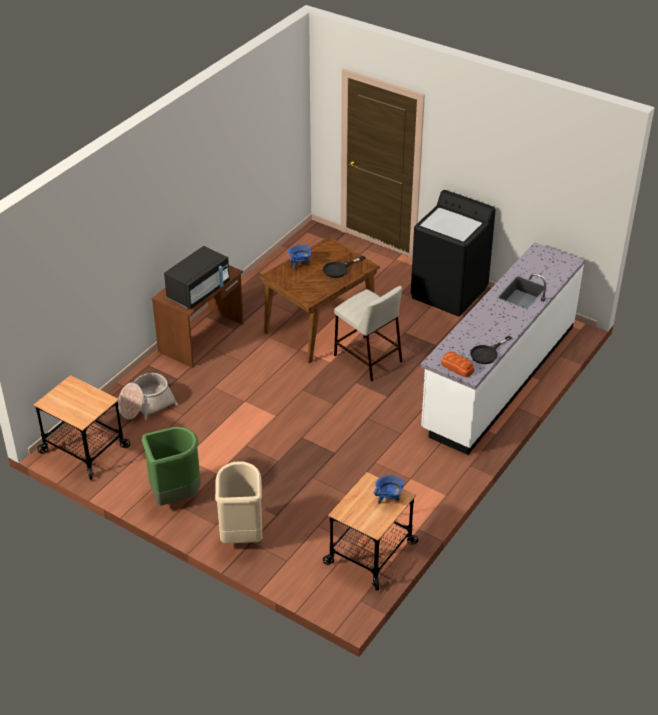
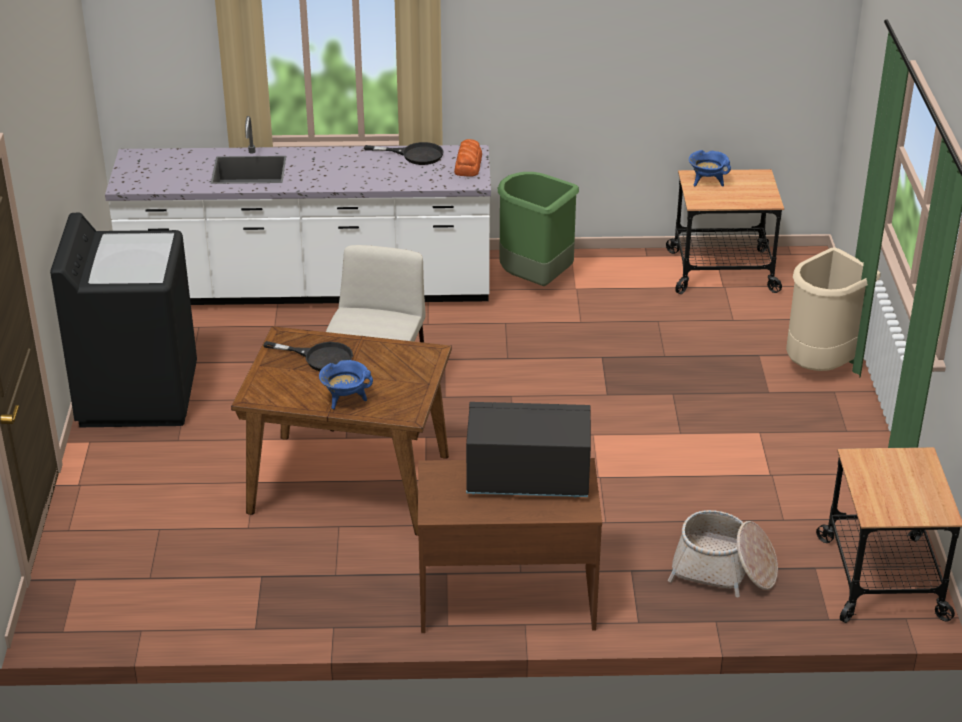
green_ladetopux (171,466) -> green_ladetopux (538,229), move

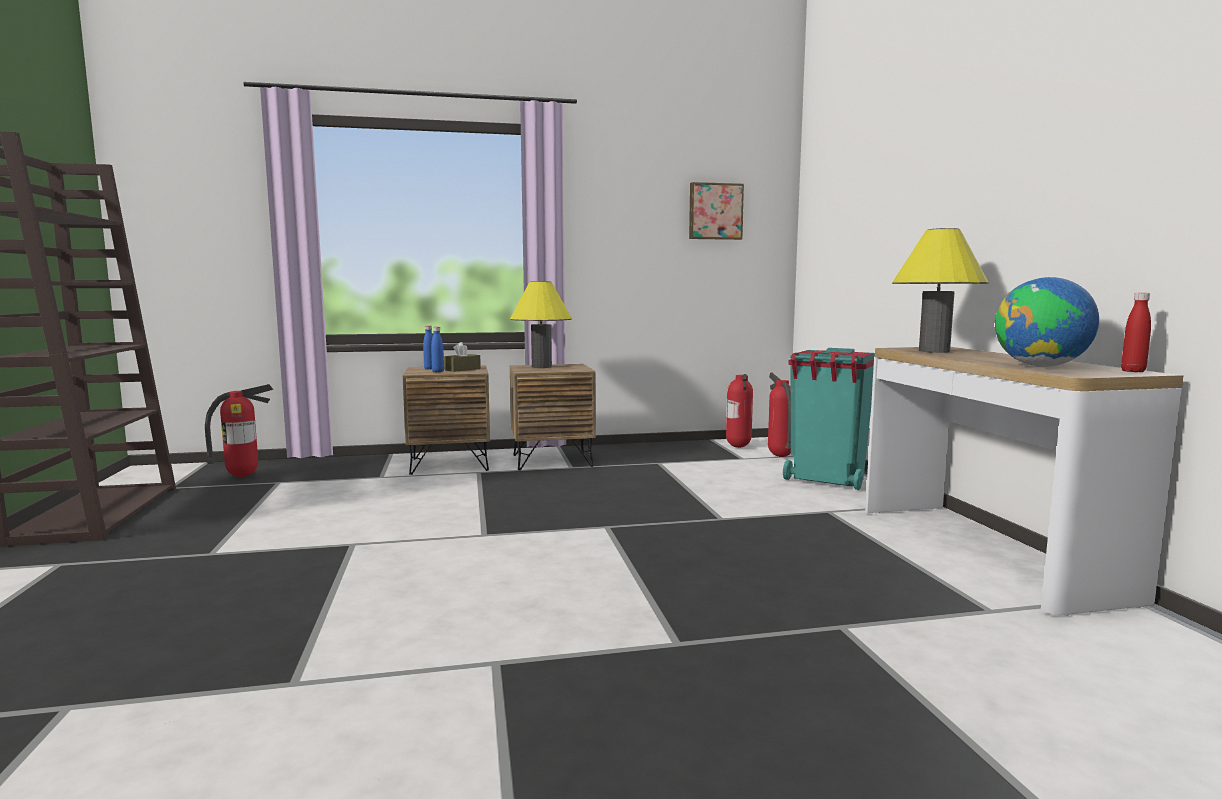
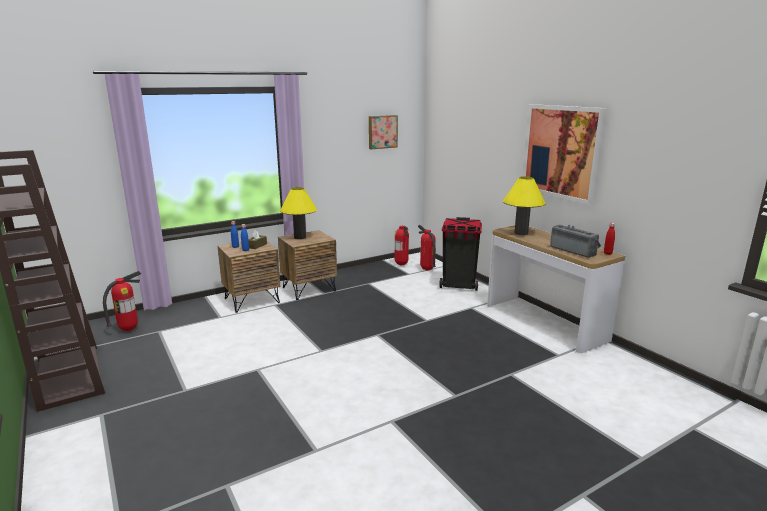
none -> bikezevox (564,154)
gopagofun (1047,322) -> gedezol (575,241)
turquoise_ladetopux (829,419) -> black_ladetopux (460,254)

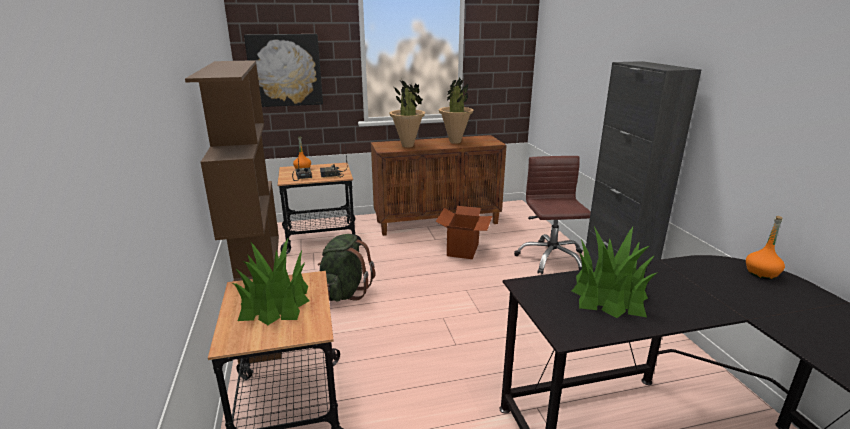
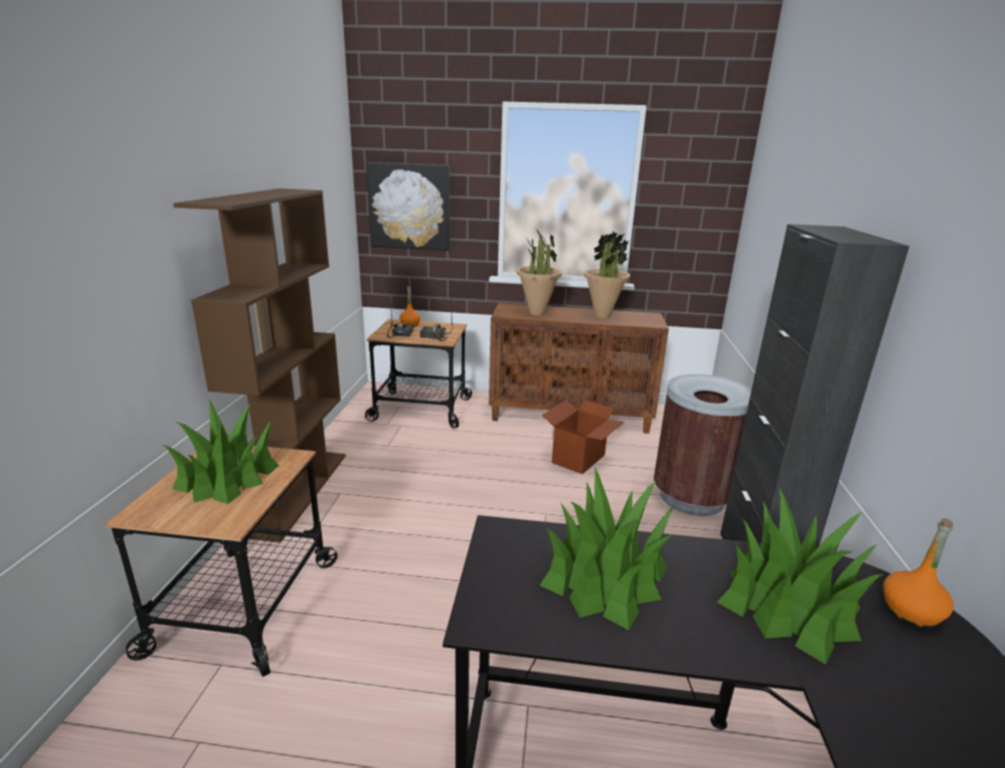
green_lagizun (346,267) -> none
none -> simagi (800,576)
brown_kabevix (552,215) -> brown_ladetopux (703,445)

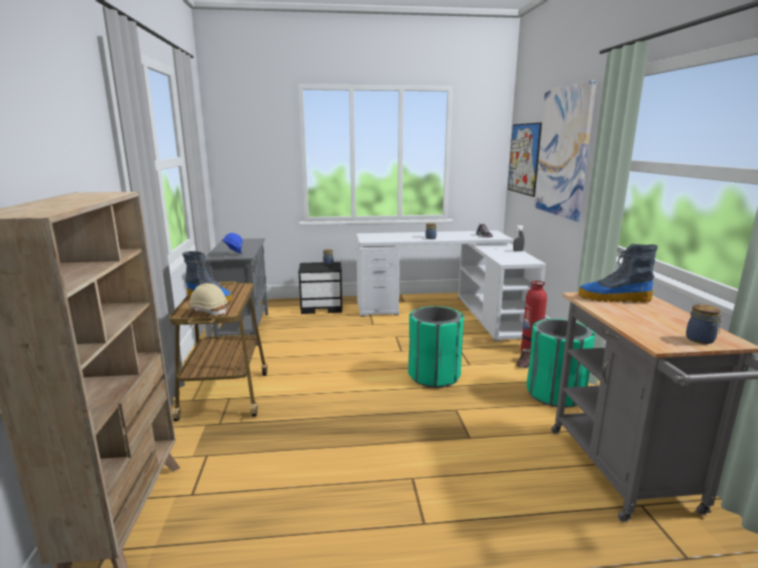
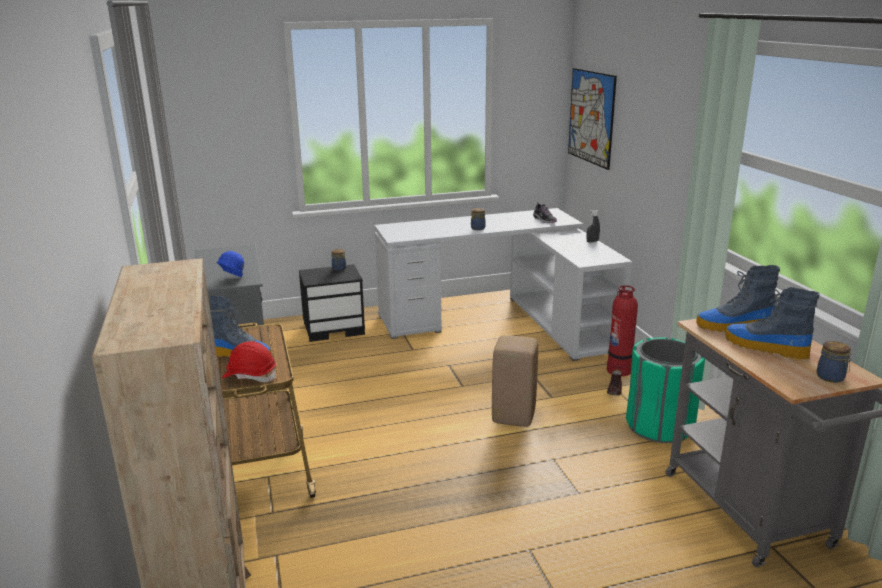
bikezevox (565,150) -> none
none -> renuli (772,323)
green_ladetopux (436,347) -> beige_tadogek (515,381)
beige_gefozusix (207,299) -> red_gefozusix (249,361)

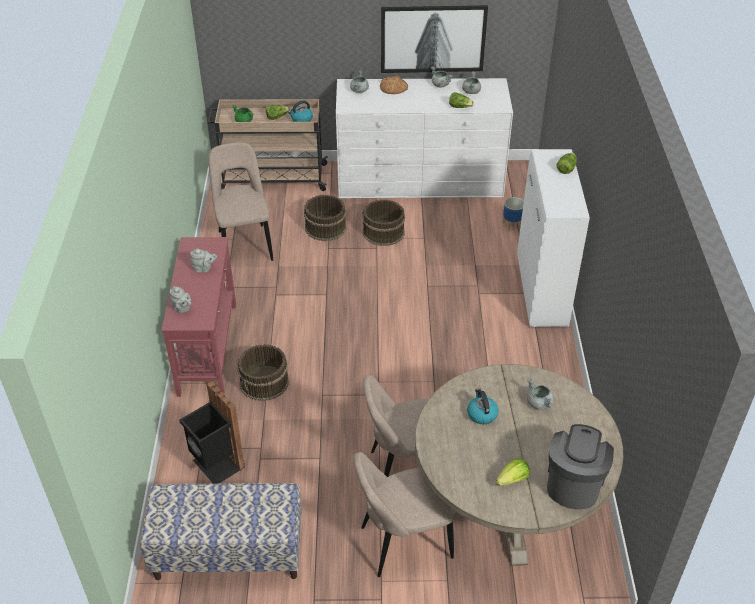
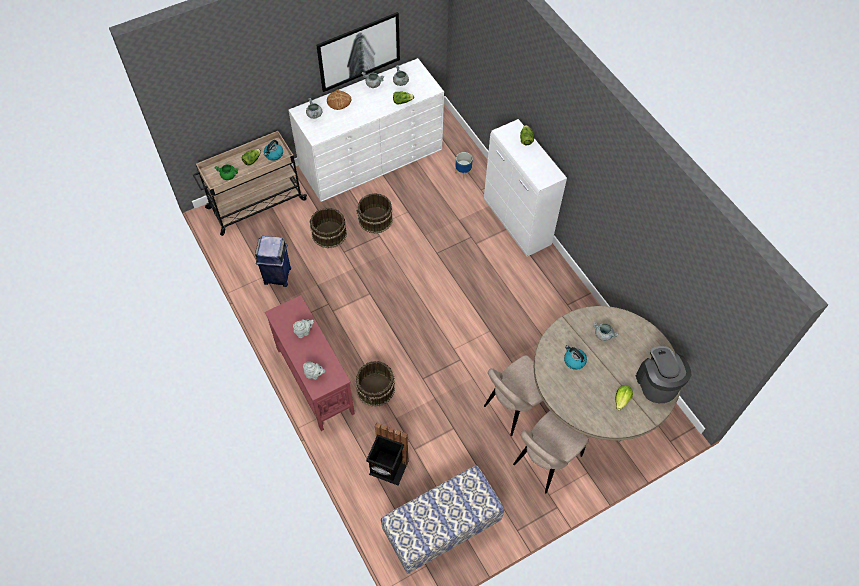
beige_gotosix (240,201) -> blue_ladetopux (273,261)

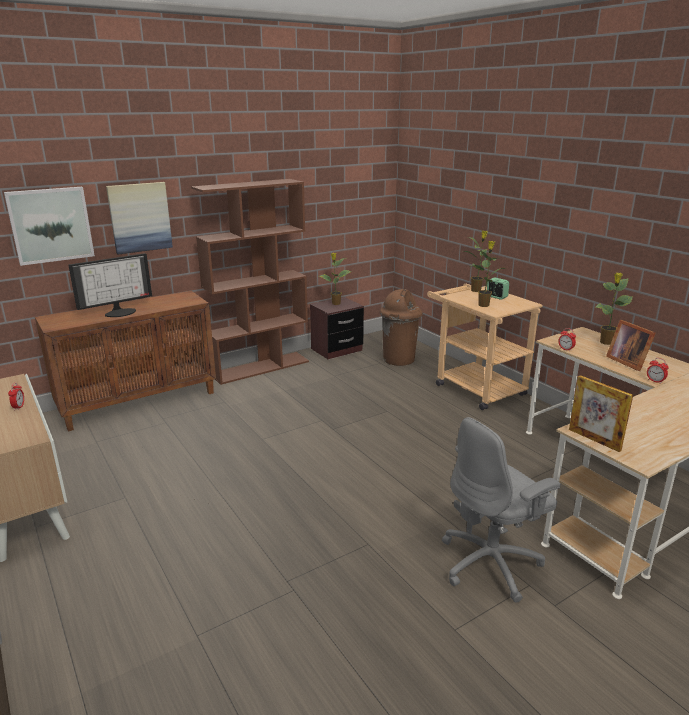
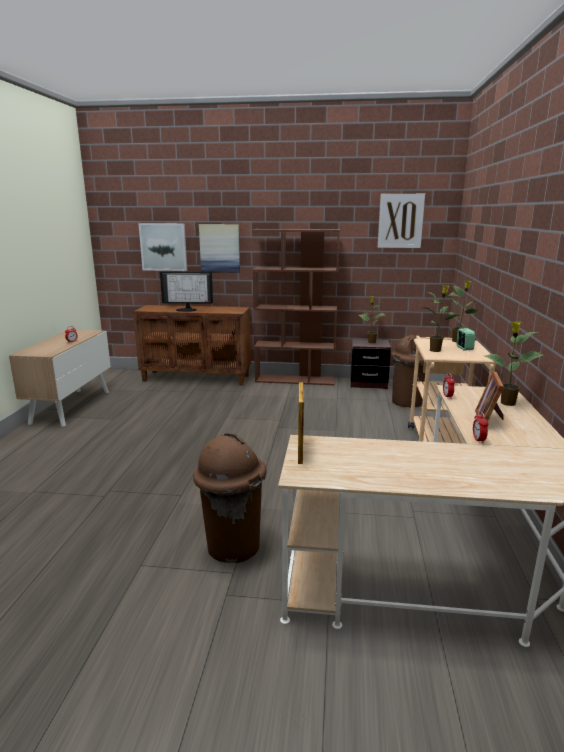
none -> bikezevox (401,221)
grey_kabevix (501,509) -> brown_ladetopux (230,498)

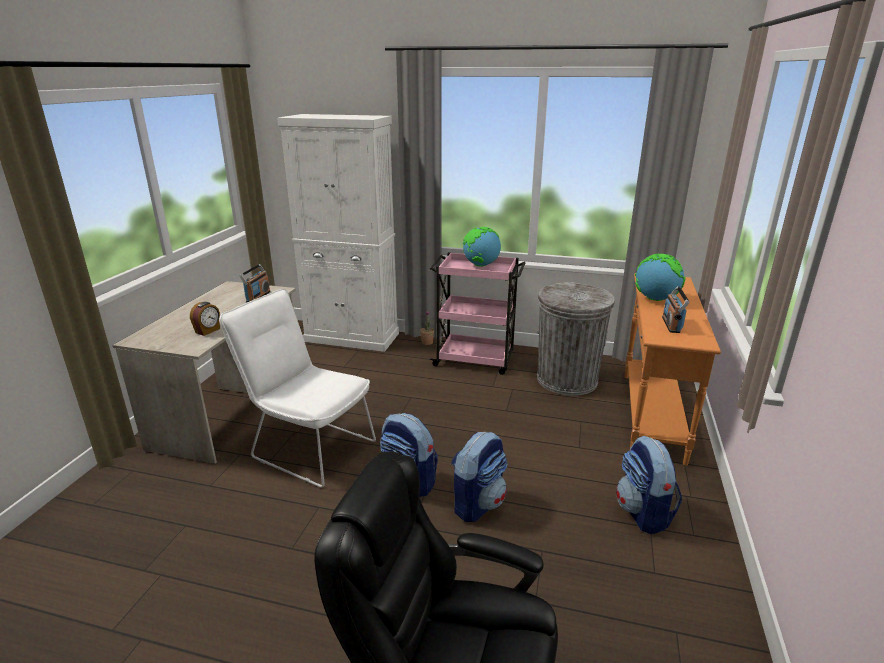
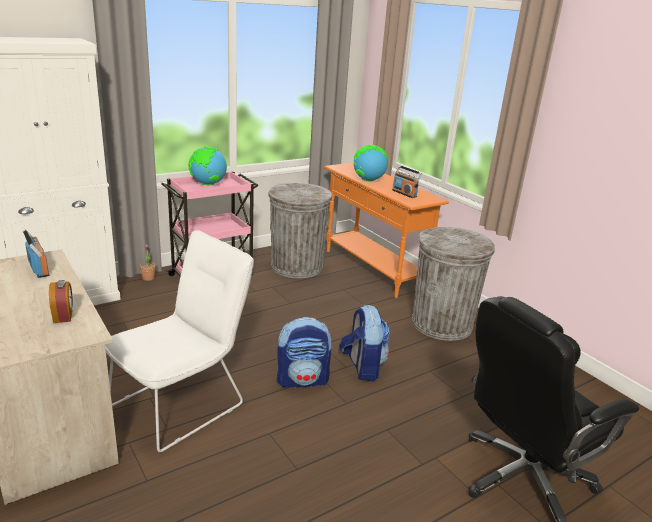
lagizun (649,485) -> grey_ladetopux (453,284)
white_gotosix (297,388) -> white_gotosix (179,341), 150 degrees clockwise

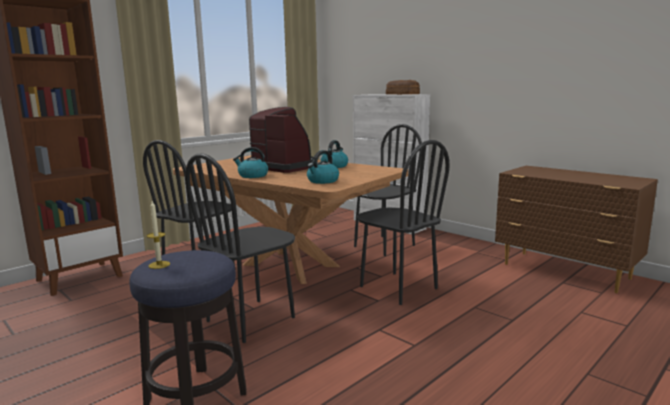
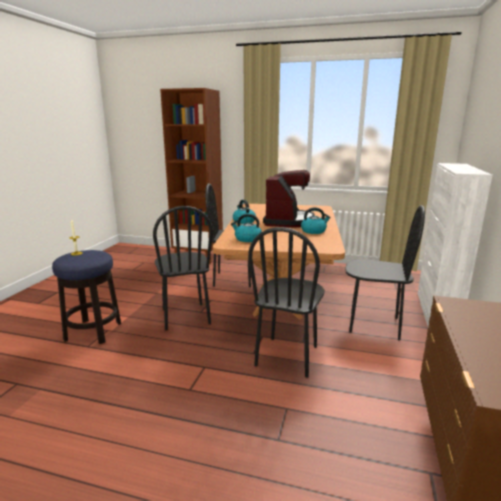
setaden (403,87) -> none
black_gotosix (240,248) -> black_gotosix (183,268), 120 degrees counterclockwise

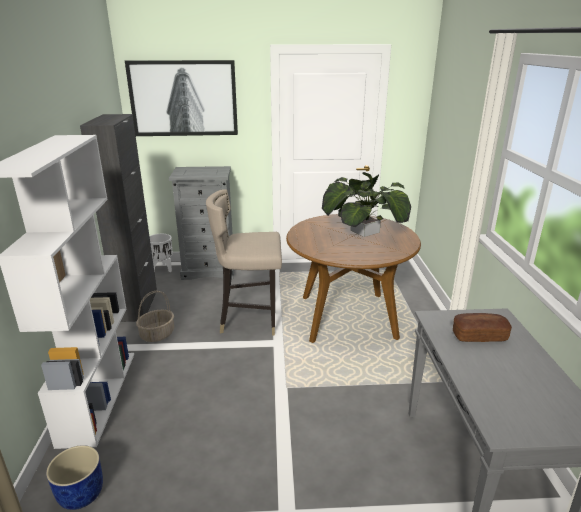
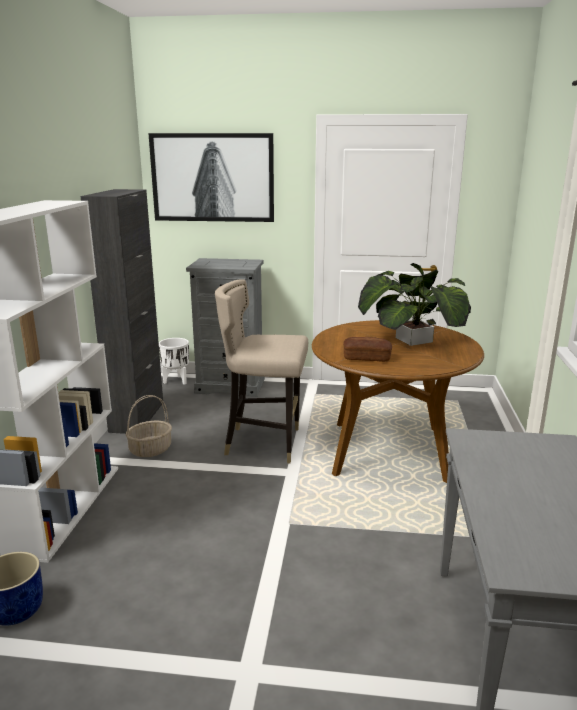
setaden (482,327) -> setaden (367,349), move

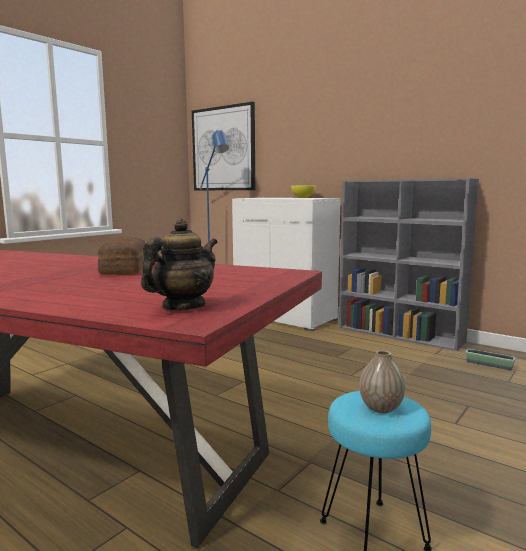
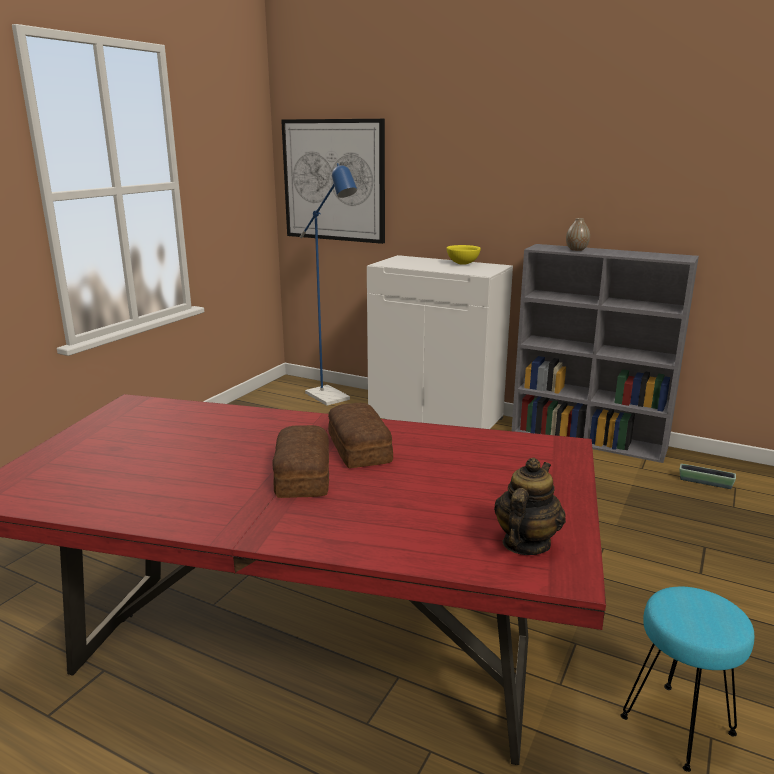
none -> setaden (300,461)
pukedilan (382,381) -> pukedilan (578,234), move

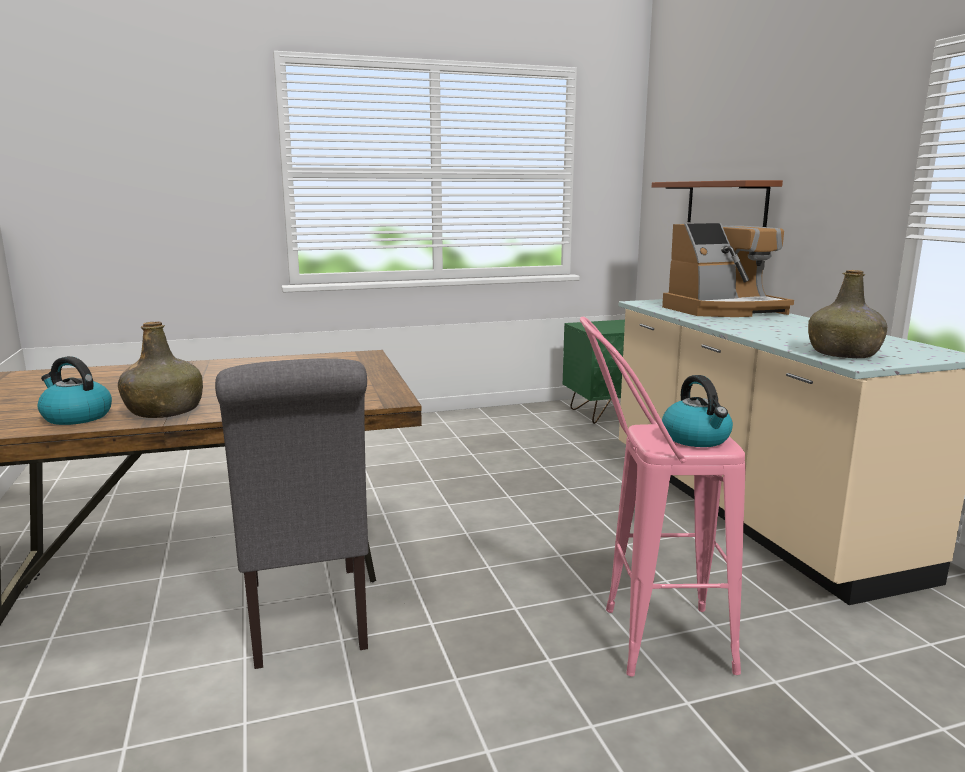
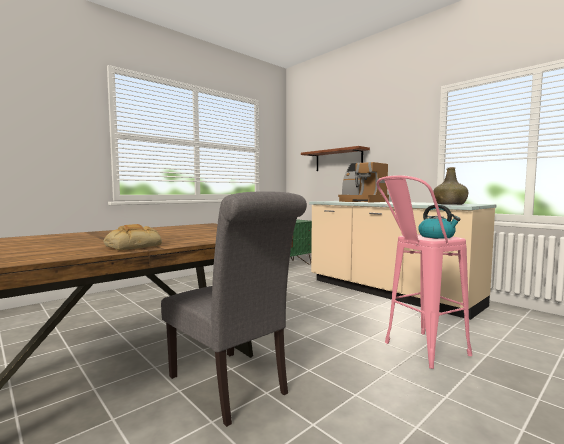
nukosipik (74,390) -> none
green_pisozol (160,370) -> setaden (132,237)
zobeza (728,270) -> zobeza (363,182), 90 degrees clockwise

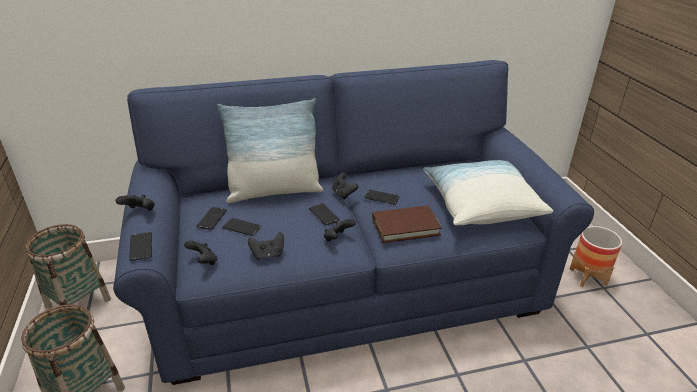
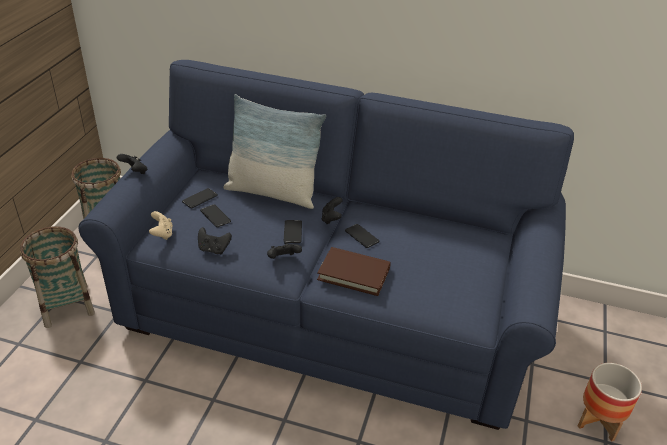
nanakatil (140,246) -> none
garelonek (488,192) -> none
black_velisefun (201,252) -> beige_velisefun (161,225)

